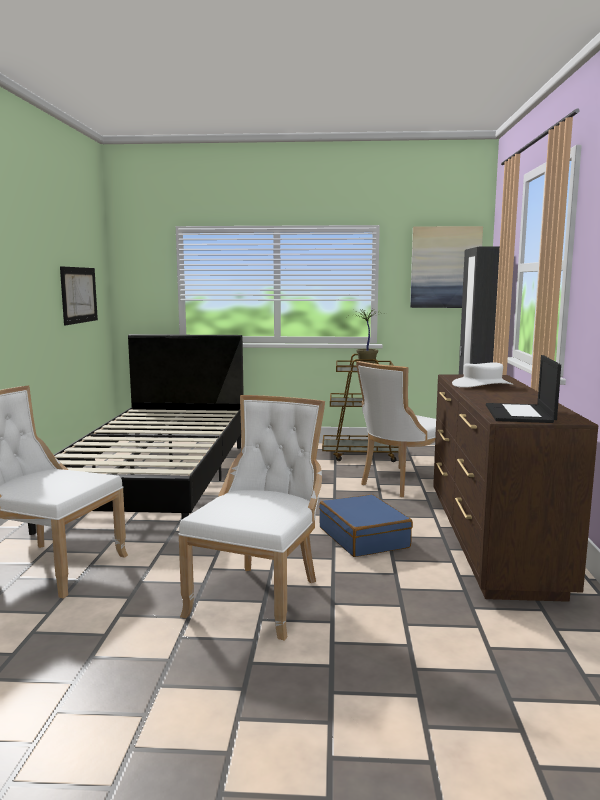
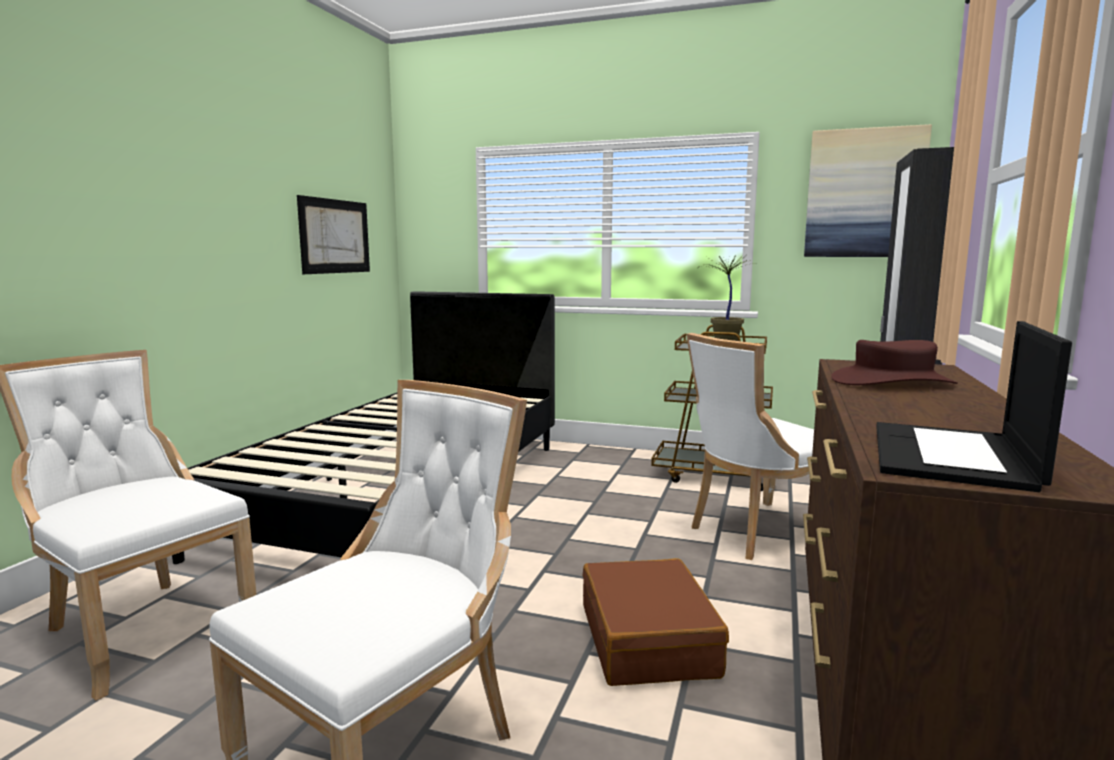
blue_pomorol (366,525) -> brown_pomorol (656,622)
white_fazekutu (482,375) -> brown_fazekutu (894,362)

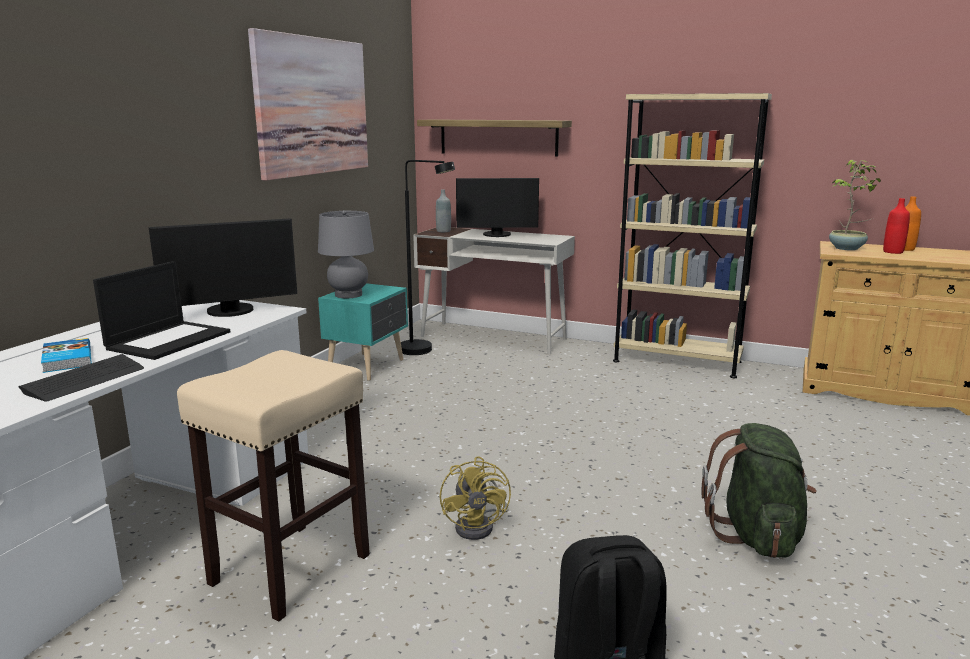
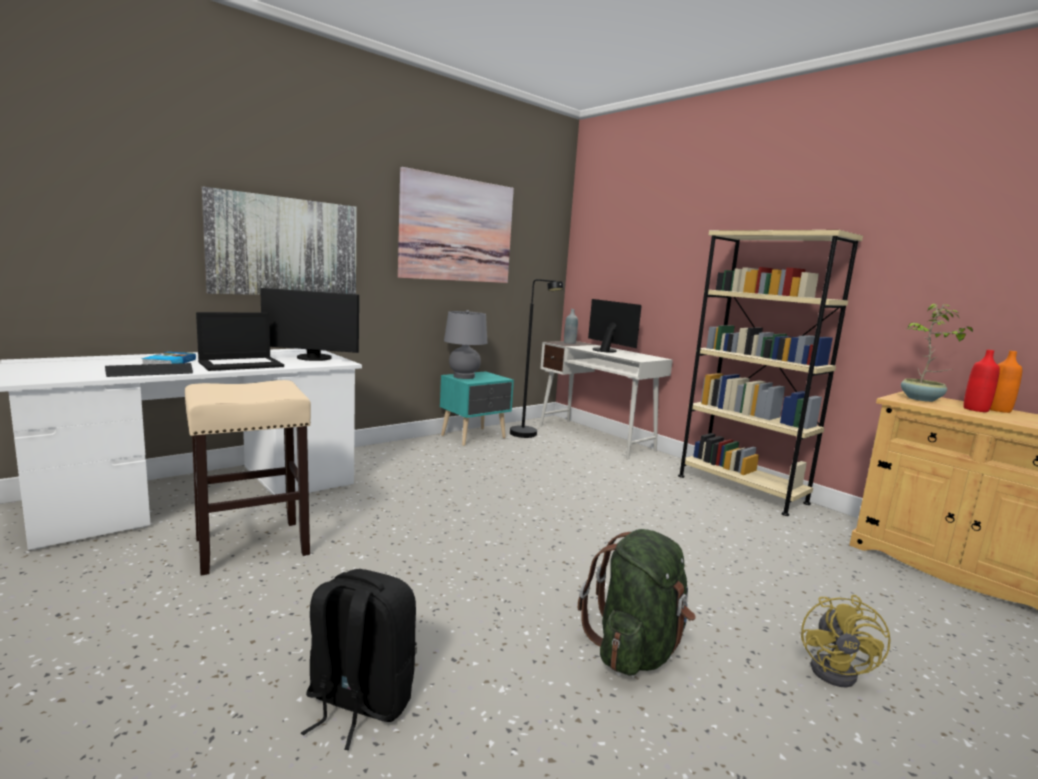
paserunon (494,138) -> none
none -> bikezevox (279,241)
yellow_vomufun (475,498) -> yellow_vomufun (846,641), move
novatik (497,207) -> novatik (615,326), 150 degrees counterclockwise

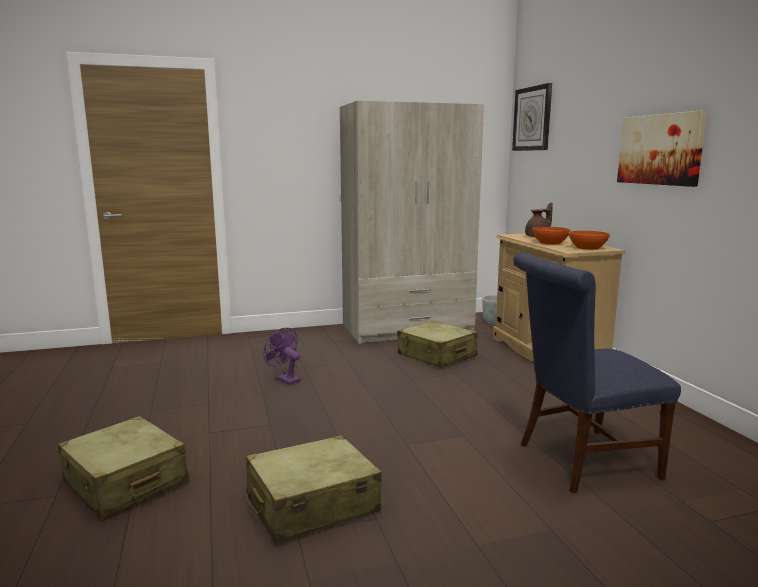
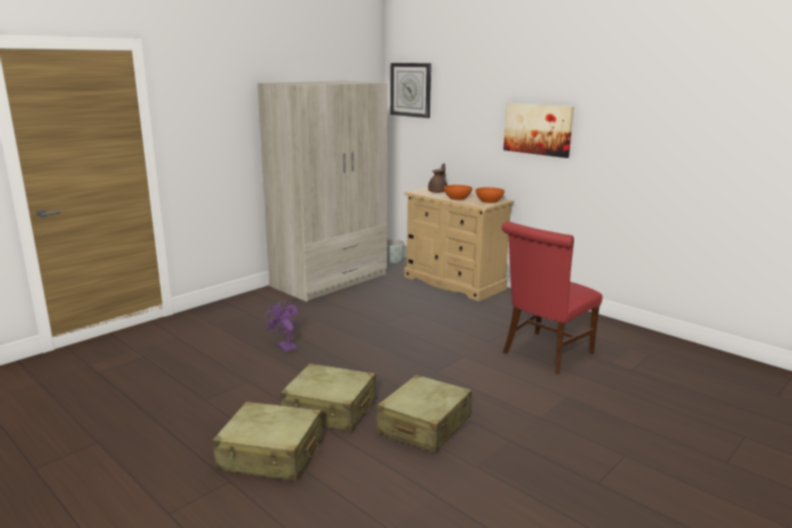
beige_pomorol (437,344) -> beige_pomorol (328,397), move
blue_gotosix (597,373) -> red_gotosix (552,298)
purple_vomufun (282,356) -> purple_vomufun (282,326), 45 degrees clockwise

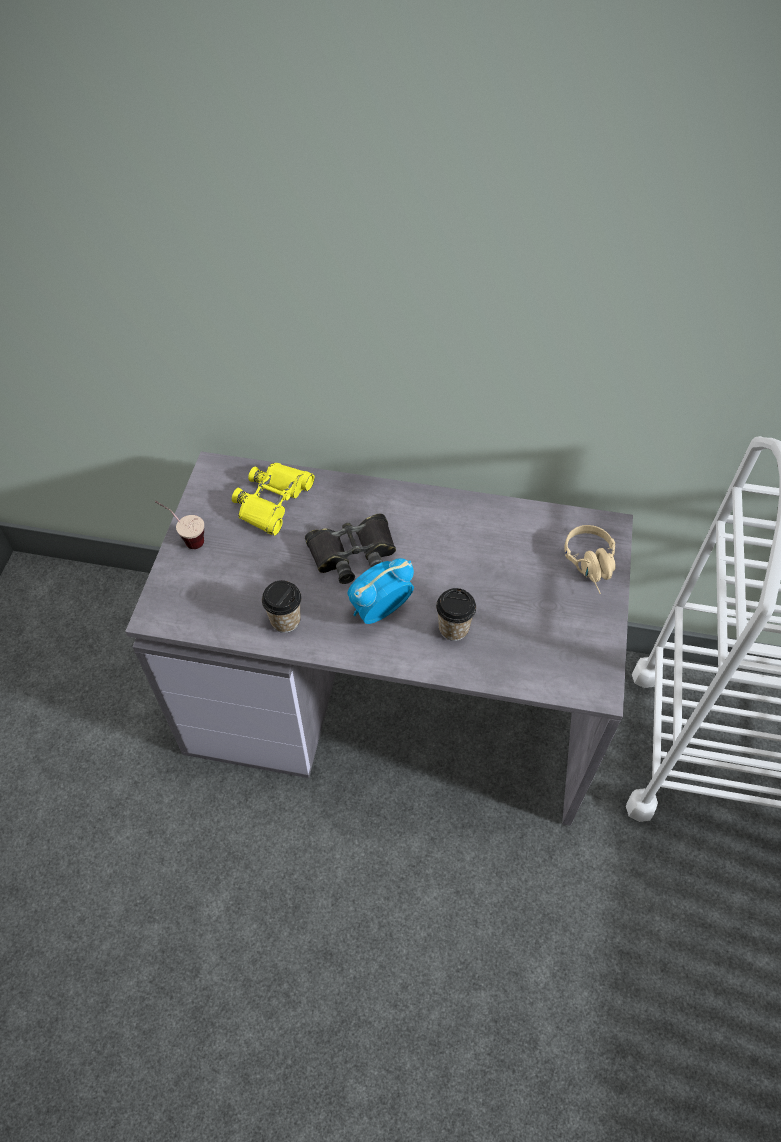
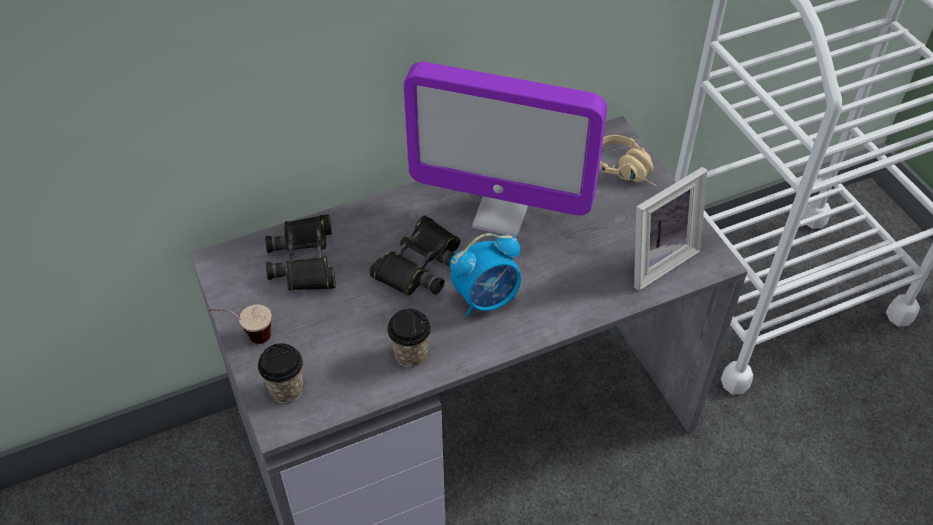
none -> novatik (505,149)
none -> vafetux (670,229)
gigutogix (456,614) -> gigutogix (280,373), move
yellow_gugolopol (273,499) -> black_gugolopol (300,252)
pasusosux (380,591) -> pasusosux (485,275), 135 degrees counterclockwise

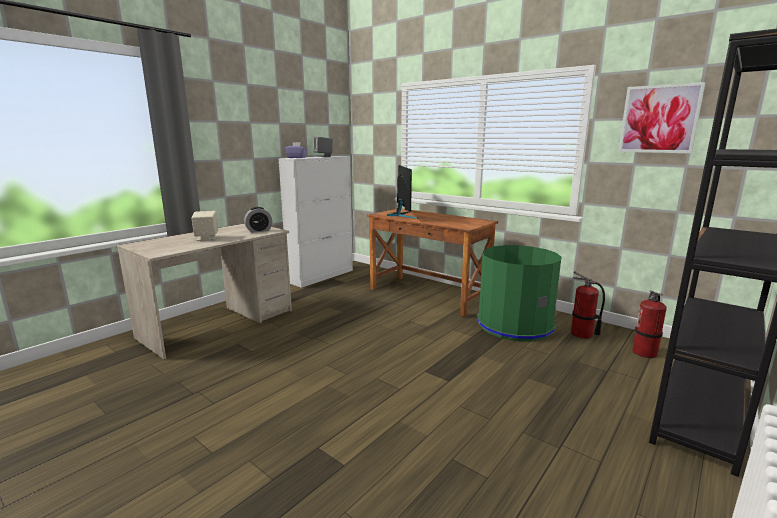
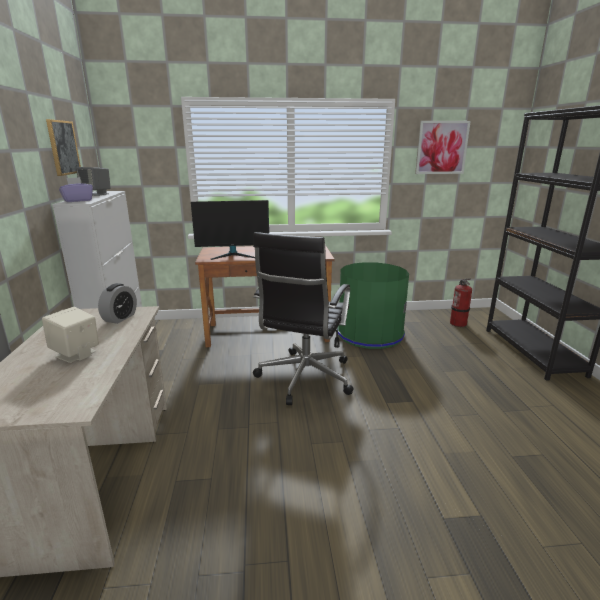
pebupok (588,305) -> none
none -> bikezevox (63,147)
none -> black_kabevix (303,318)
novatik (402,192) -> novatik (230,230), 135 degrees clockwise

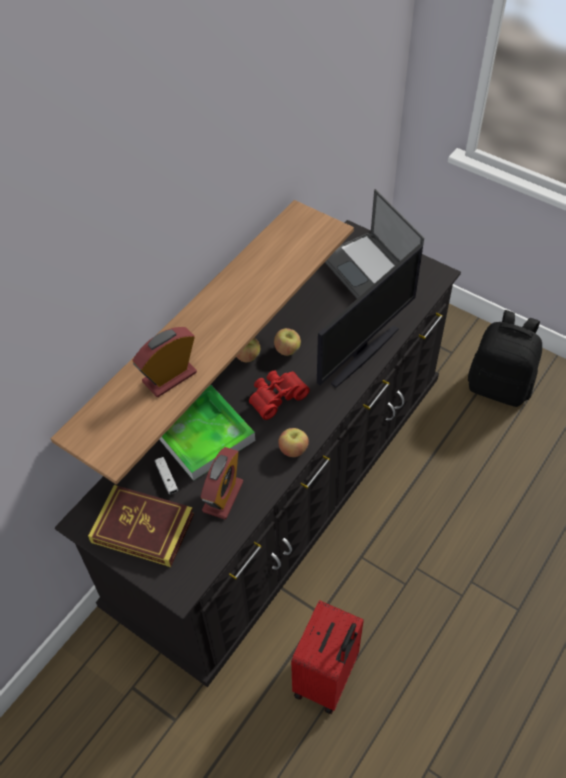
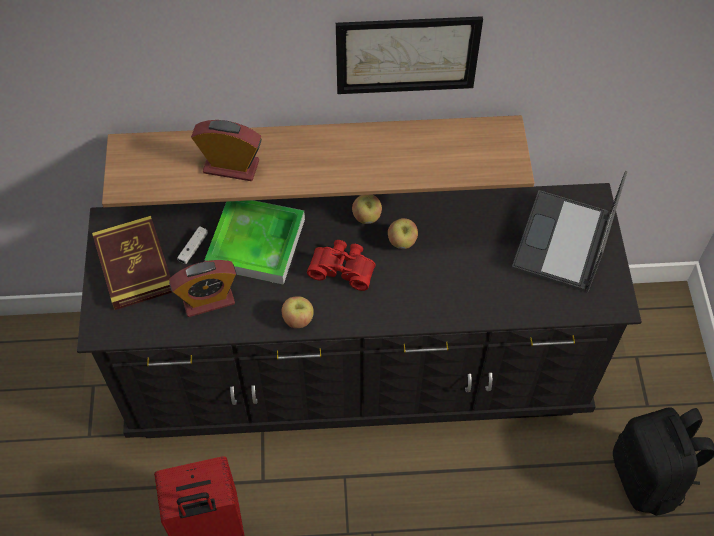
novatik (370,316) -> none
none -> bikezevox (409,55)

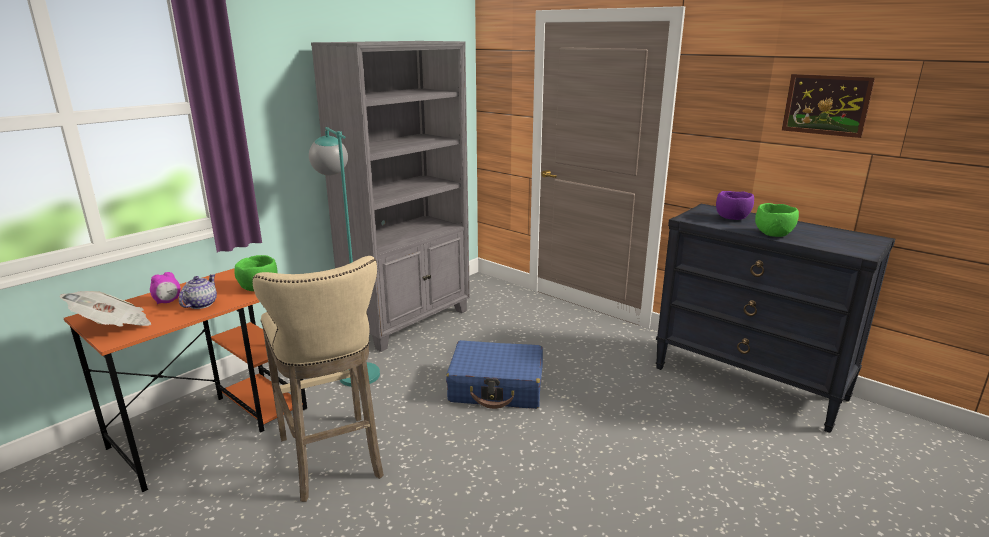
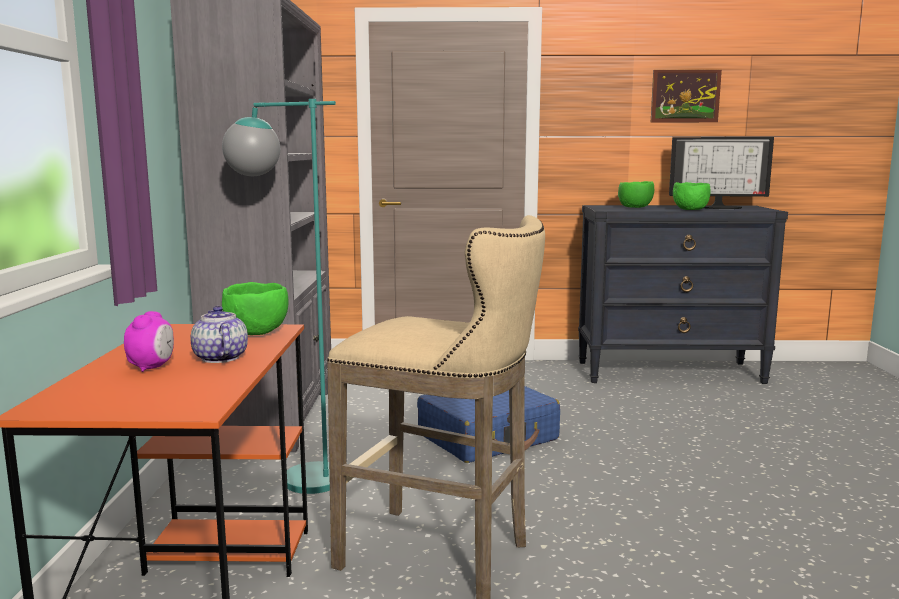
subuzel (106,309) -> none
none -> novatik (721,173)
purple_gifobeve (735,205) -> green_gifobeve (636,194)

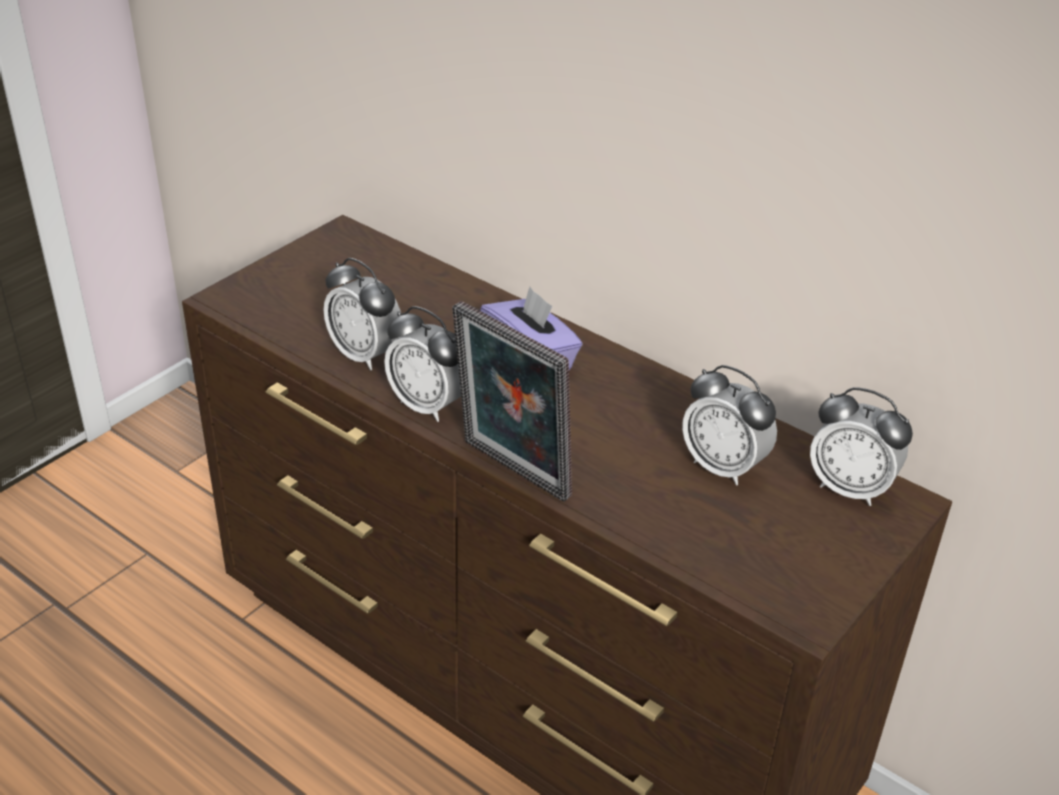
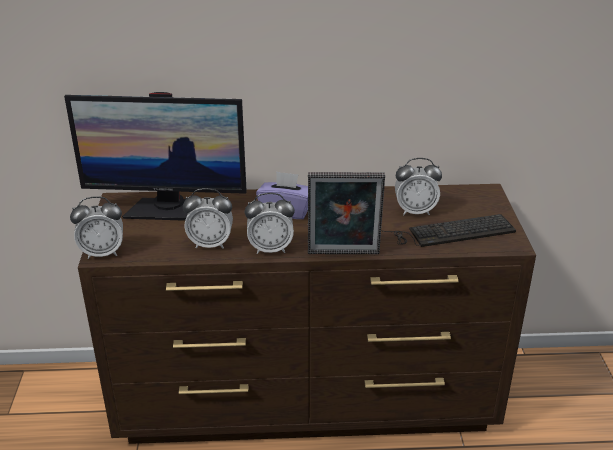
none -> novatik (155,156)
none -> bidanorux (448,230)
pasusosux (861,446) -> pasusosux (96,227), move

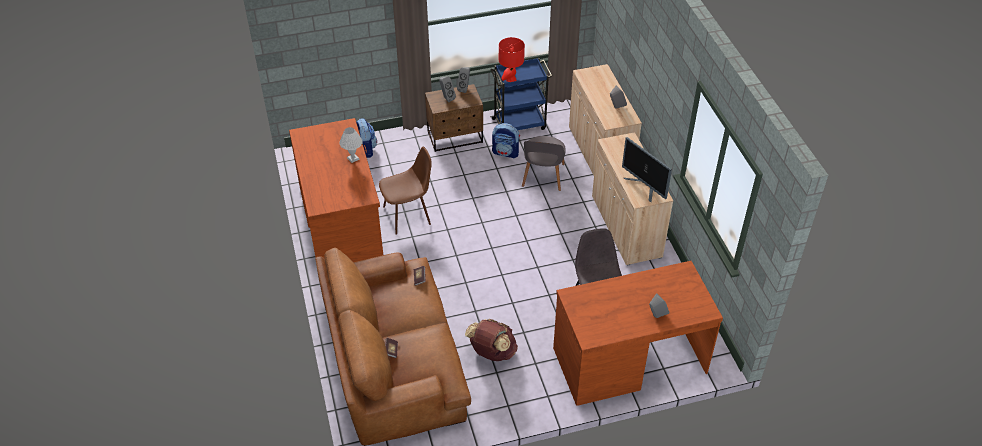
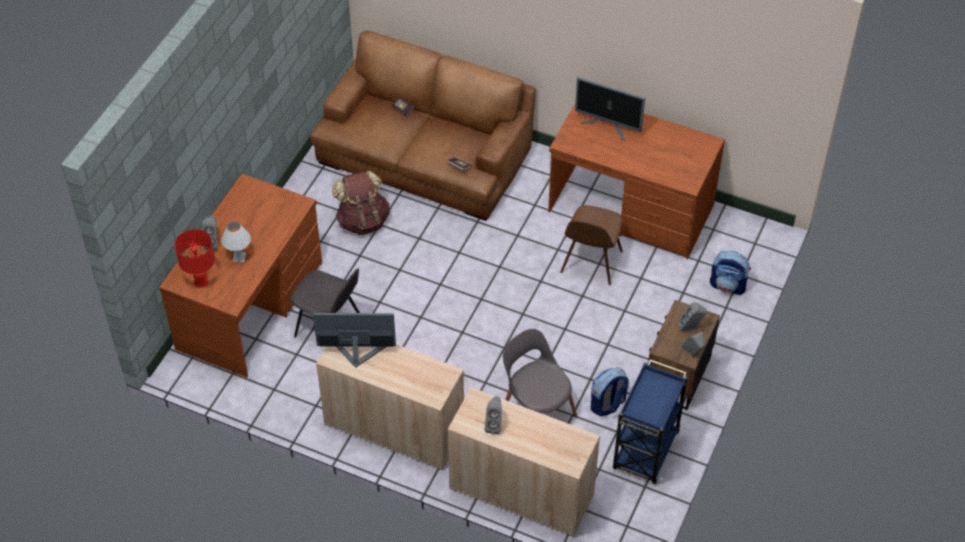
none -> novatik (610,108)
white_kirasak (351,145) -> white_kirasak (236,242), move
red_kirasak (512,59) -> red_kirasak (195,258), move

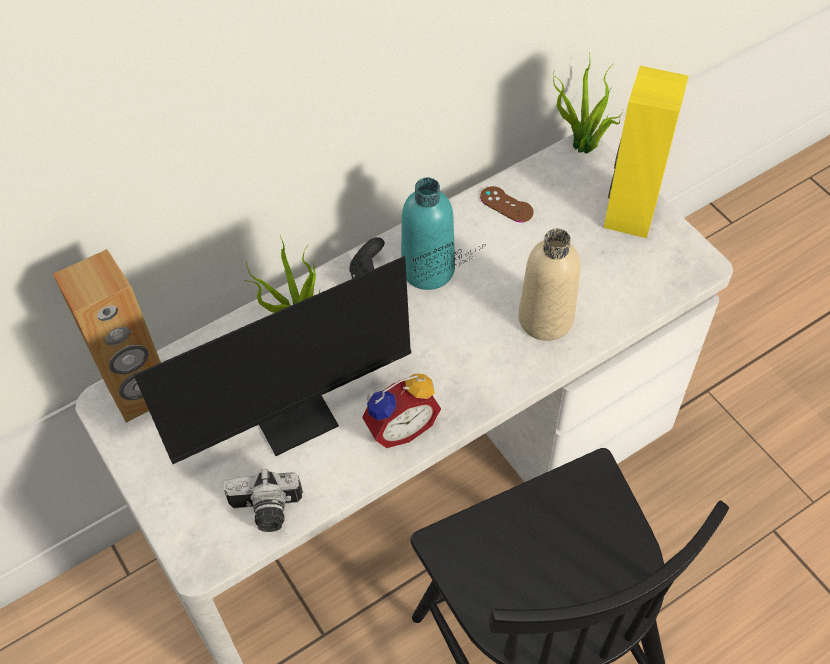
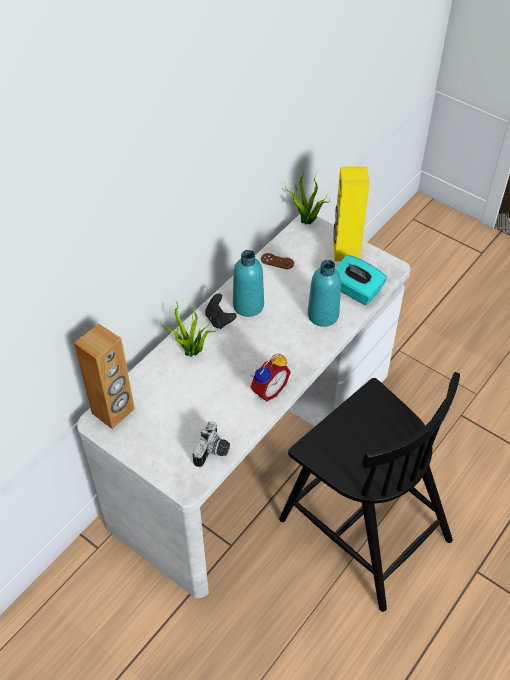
novatik (310,353) -> none
none -> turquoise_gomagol (361,280)
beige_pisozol (549,285) -> turquoise_pisozol (324,293)
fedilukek (263,500) -> fedilukek (211,444), 45 degrees counterclockwise

